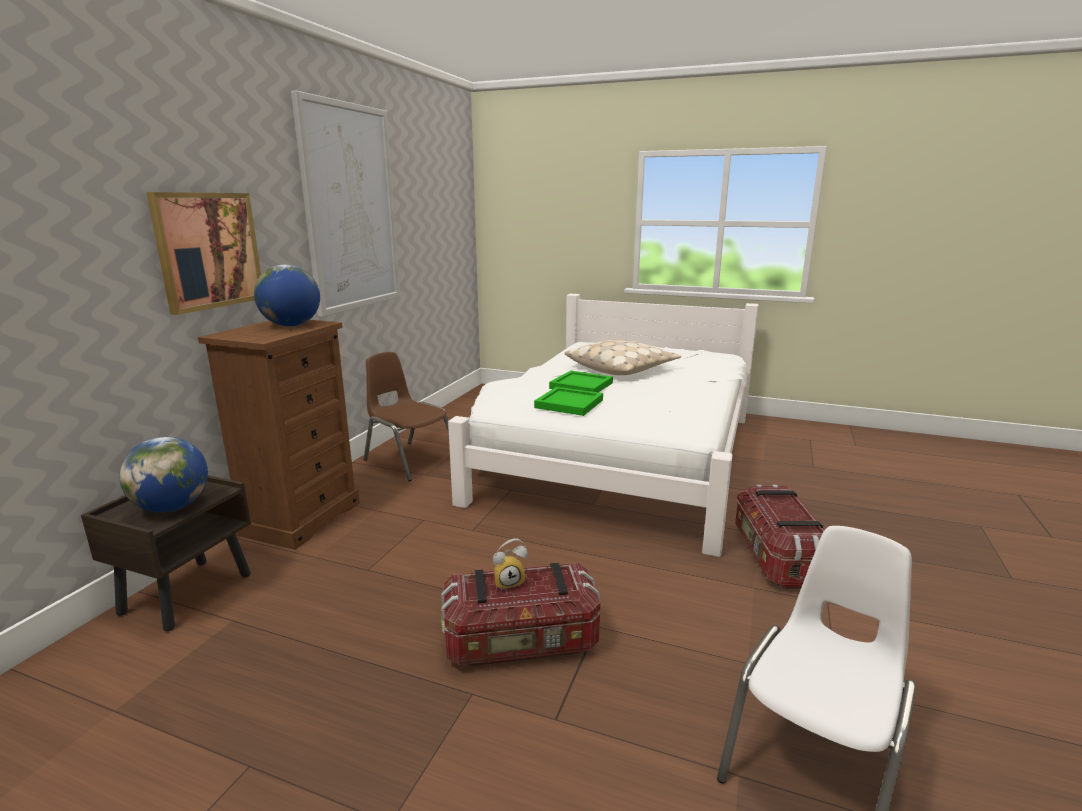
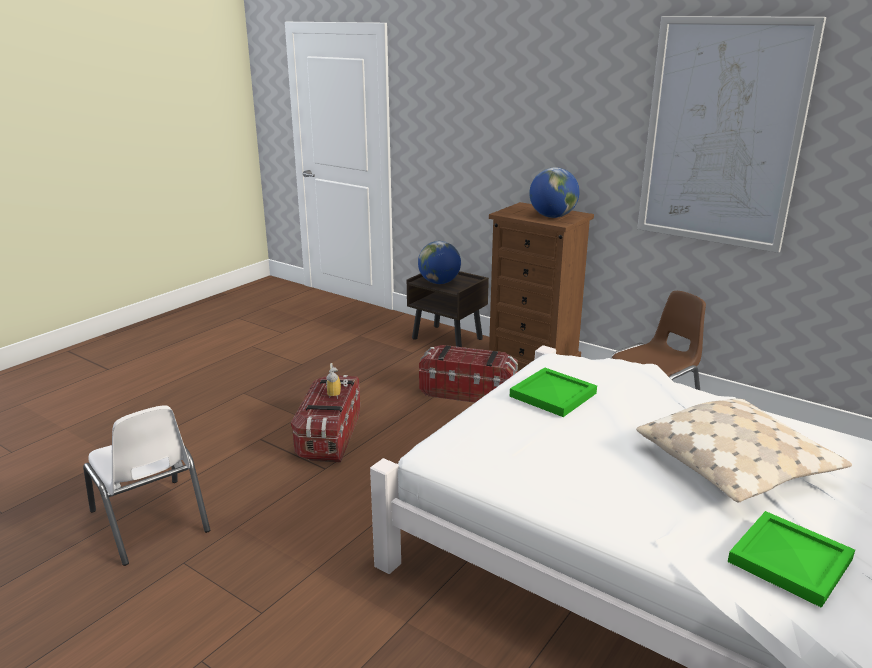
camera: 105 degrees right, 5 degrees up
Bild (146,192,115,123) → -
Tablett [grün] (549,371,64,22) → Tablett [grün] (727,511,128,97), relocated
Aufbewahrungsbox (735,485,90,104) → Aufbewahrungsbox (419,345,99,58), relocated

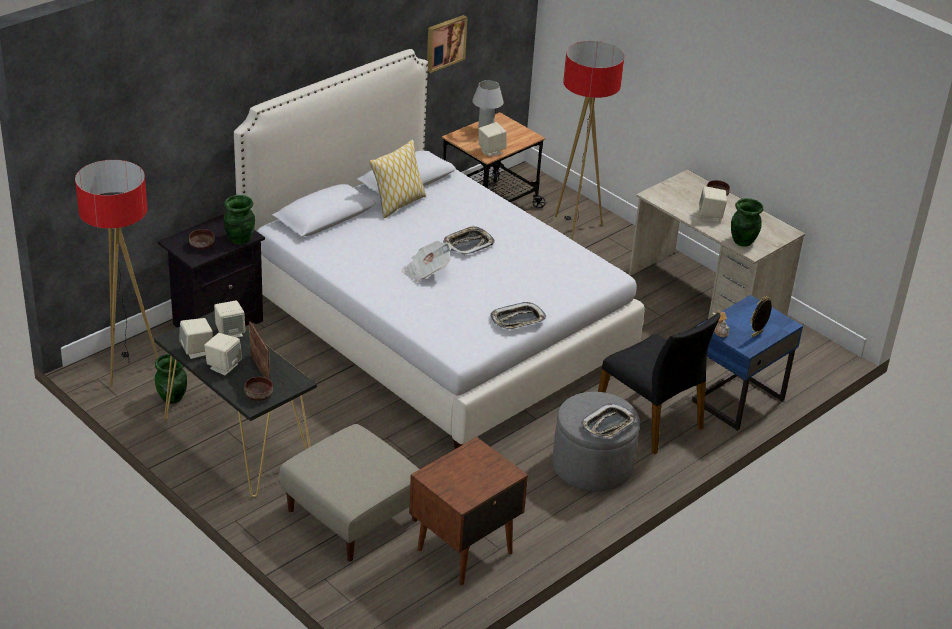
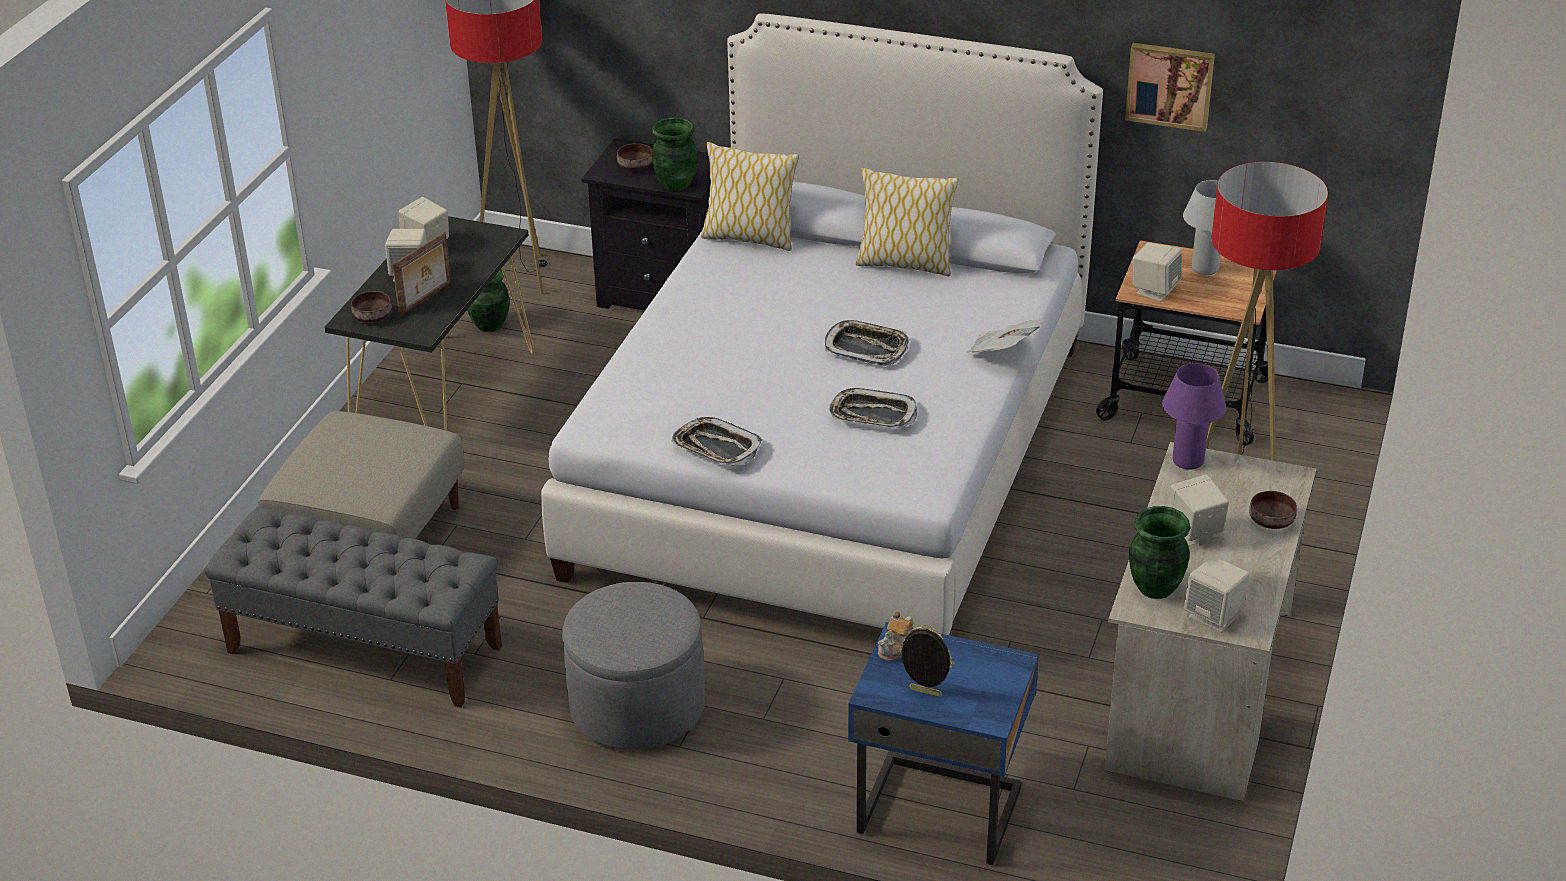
camera: 65 degrees right, 0 degrees up
Stuhl [schwarz] (598,313,122,141) → -
- → Kissen (701,142,98,109)
- → Tischlampe [lila] (1162,363,65,107)
Lautsprecher [beige] (214,300,32,38) → Lautsprecher [beige] (1184,557,66,76), relocated
Zeitung (402,241,50,41) → Zeitung (967,319,77,34), relocated
Tablett (581,403,55,35) → Tablett (829,388,88,40), relocated
Nachttisch [braun] (409,437,119,149) → Bank [grau] (204,507,298,201)

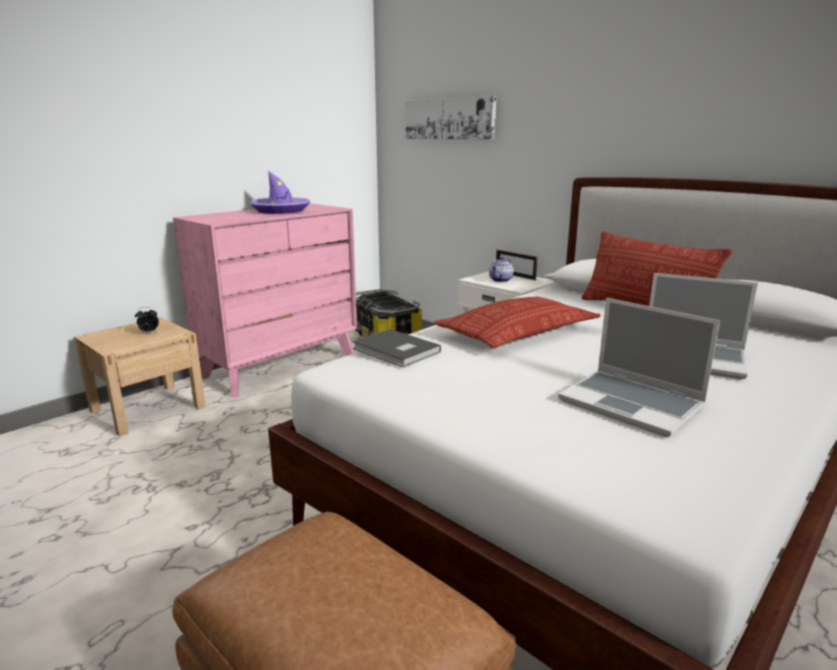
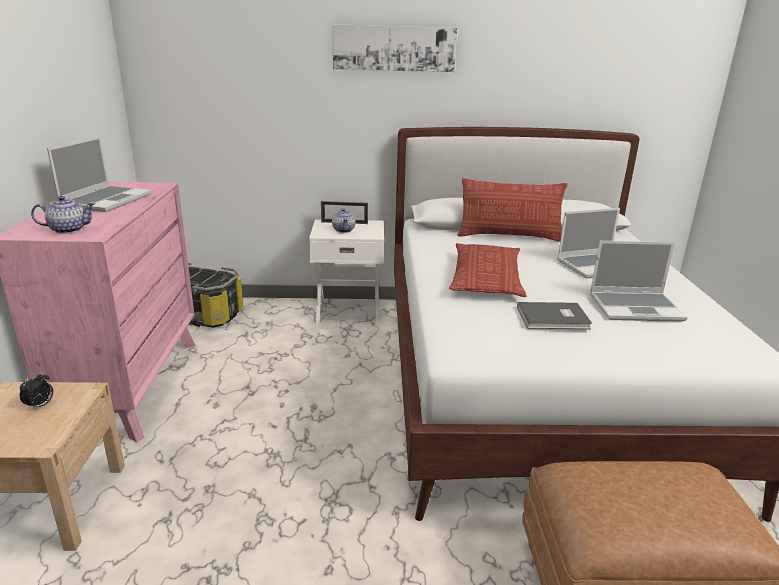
camera: 45 degrees left, 5 degrees up
- → Teekanne (31,196,65,38)
Buch [grau] (352,329,89,38) → Buch [grau] (517,302,75,27), relocated
Bild (406,96,90,44) → Bild (332,24,125,48), relocated
Hut [lila] (249,171,61,43) → Laptop (47,136,104,76)

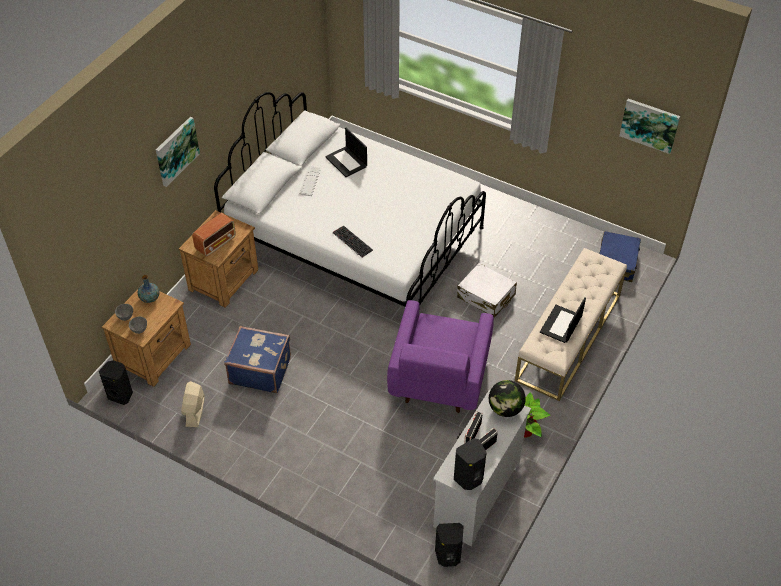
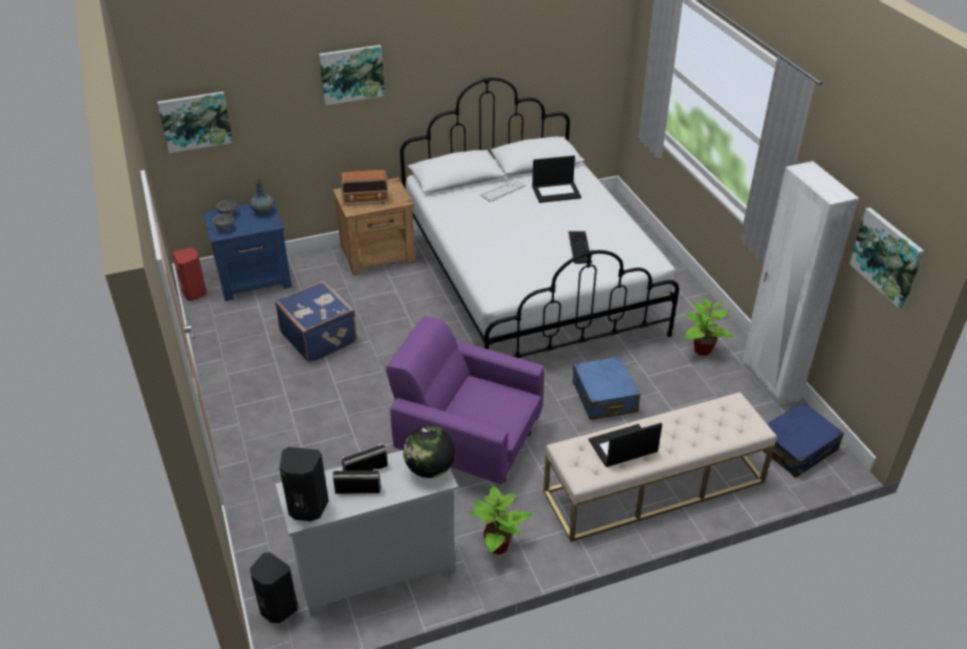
camera: 40 degrees right, 10 degrees down
Ventilator [beige] (181,381,24,46) → -
- → Bild (157,91,76,62)
- → Topfpflanze (684,298,50,58)
- → Kleiderschrank [weiß] (742,161,117,246)
Tastatur (333,225,40,33) → Tastatur (568,231,24,33), relocated
Lautsprecher [schwarz] (99,360,34,45) → Lautsprecher [rot] (172,248,35,53)
Nachttisch [braun] (102,284,89,103) → Nachttisch [blau] (203,199,89,102)
Koffer [weiß] (457,263,60,54) → Koffer [blau] (573,356,67,64)
Laptop (325,128,42,49) → Laptop (532,156,49,47), 105 degrees counterclockwise
Sessel [lila] (387,300,107,113) → Sessel [lila] (386,316,159,168), 60 degrees clockwise

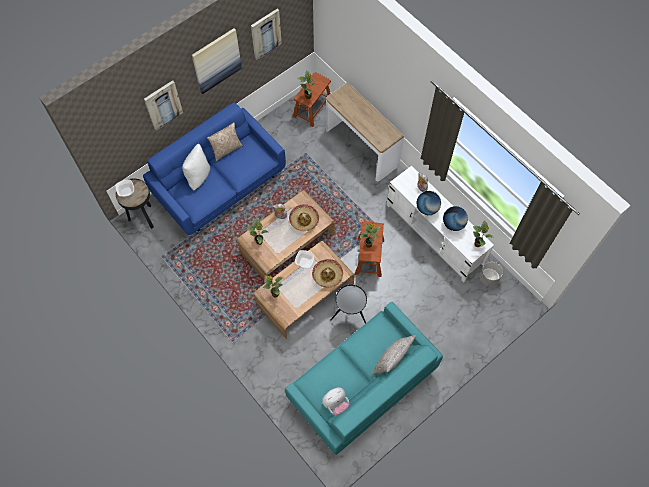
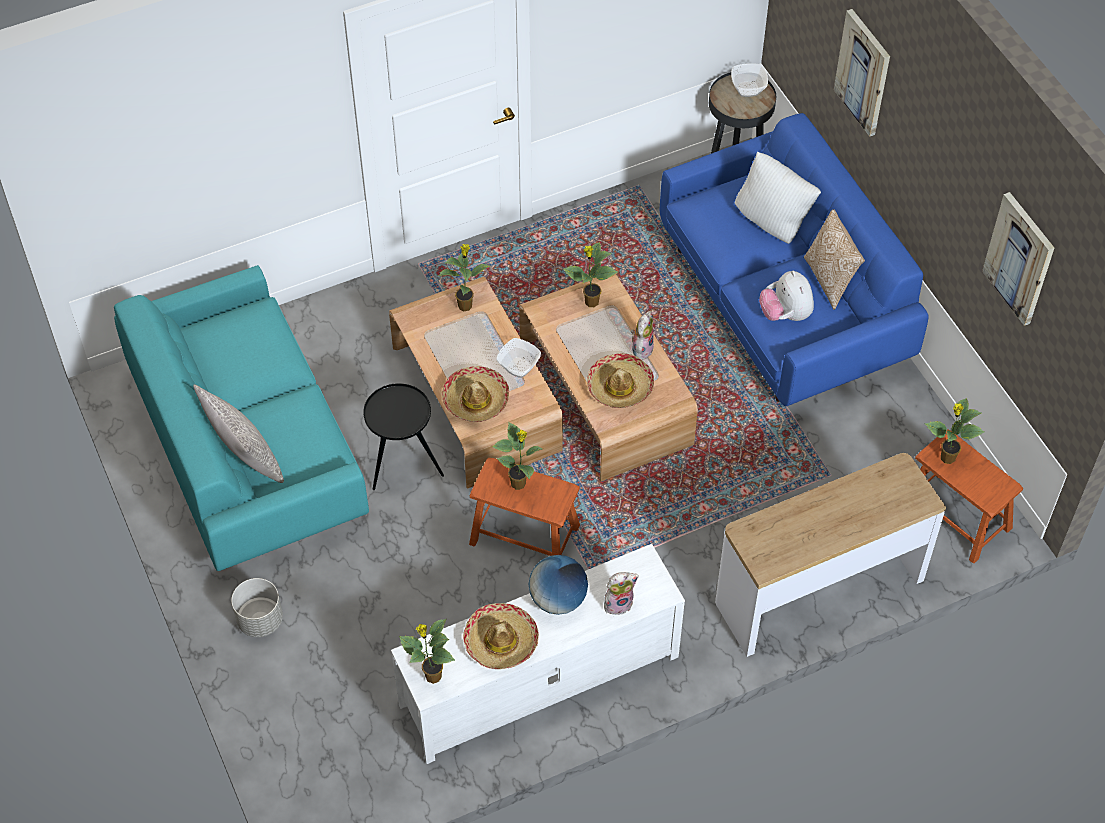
camera: 105 degrees right, 10 degrees down
Bild (192,28,50,66) → -
Plüschtier (322,387,27,29) → Plüschtier (759,271,55,50), relocated
Pflanzkübel [grau] (480,262,23,24) → Pflanzkübel [grau] (231,578,52,59), relocated
Globus (443,206,25,25) → Hut (463,603,76,66)

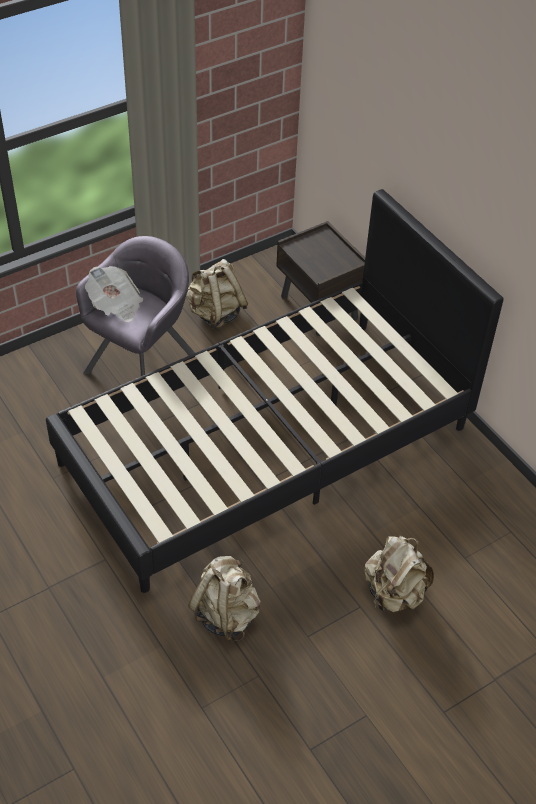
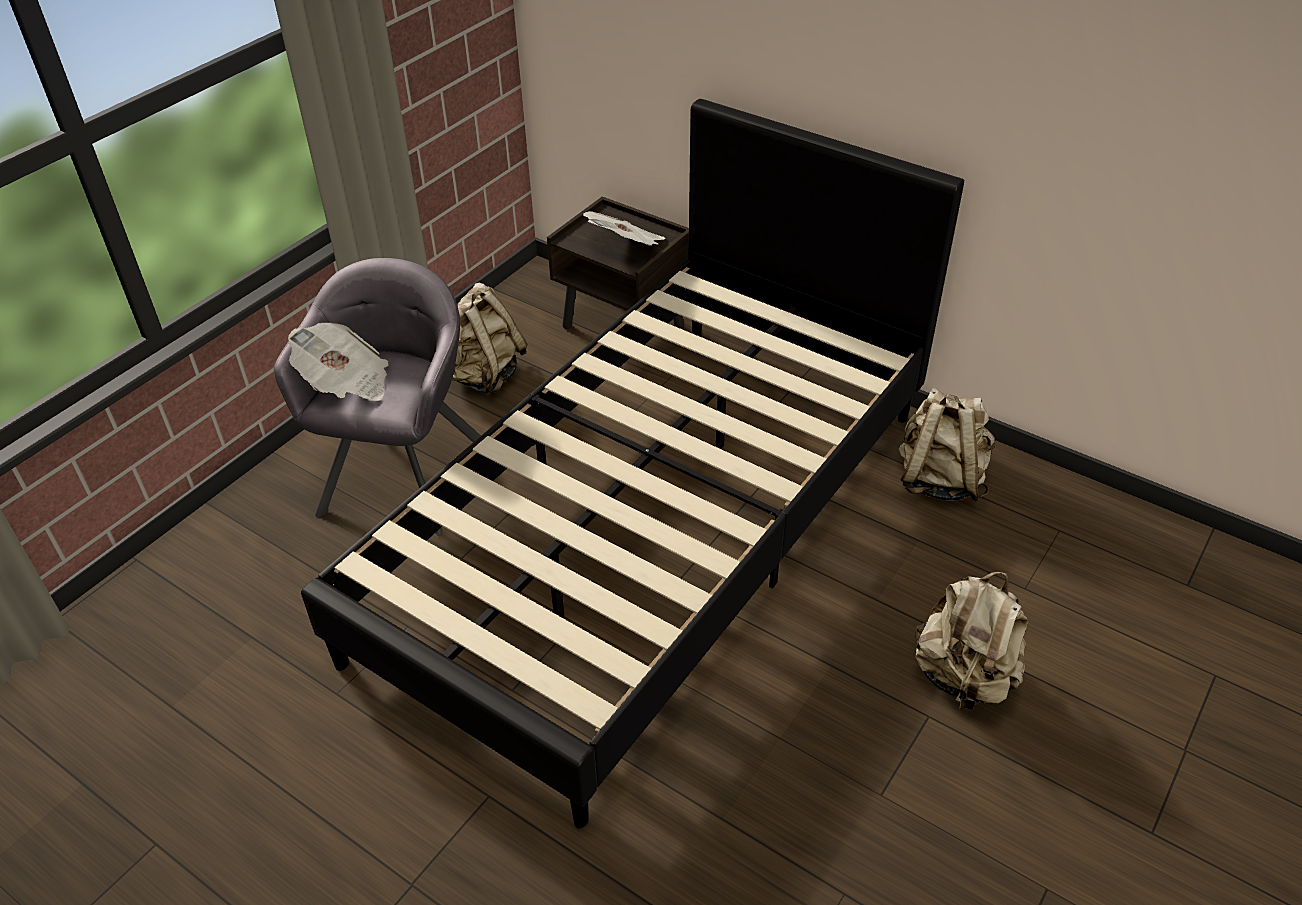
camera: 20 degrees left, 5 degrees down
- → Zeitung (583,211,83,35)
Rucksack [beige] (188,556,73,87) → Rucksack [beige] (899,388,96,114), relocated

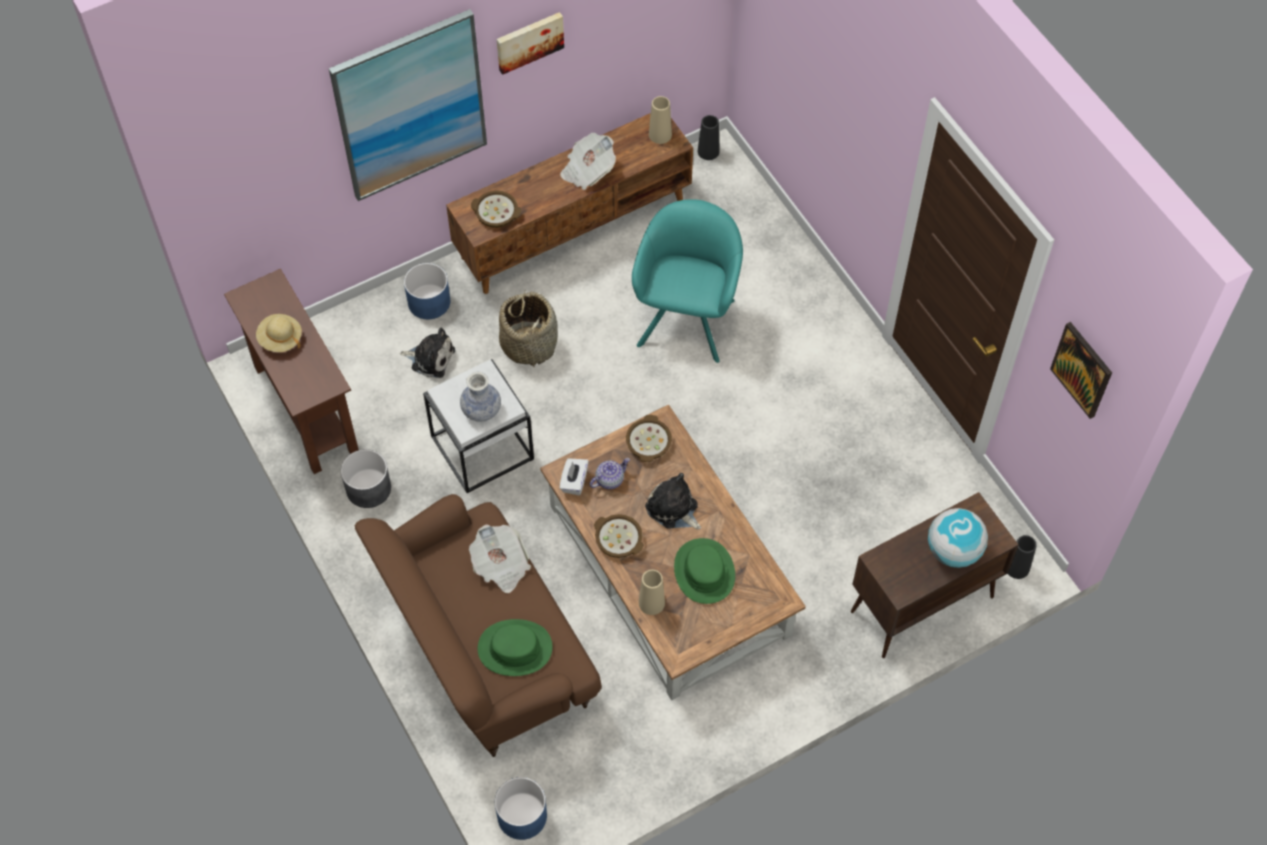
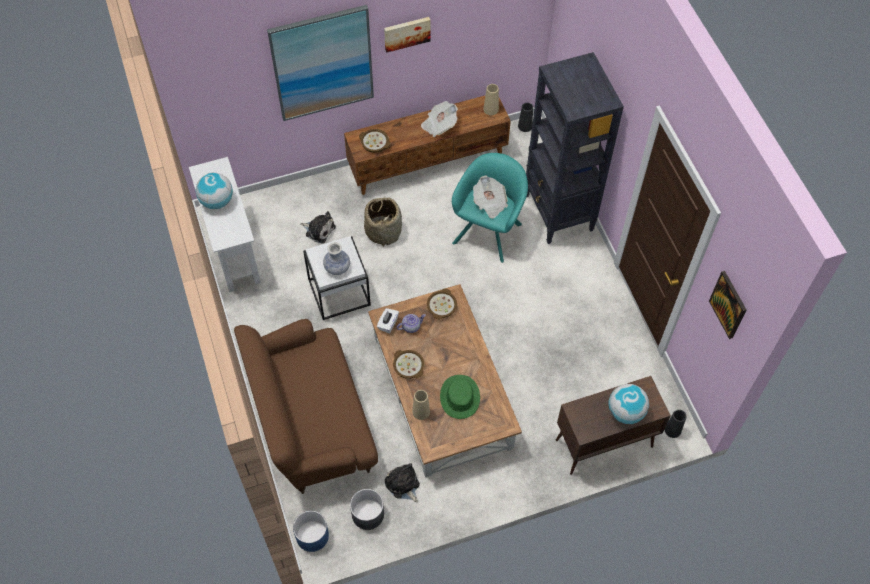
camera: 10 degrees right, 0 degrees up
Pflanzkübel [blau] (404,263,46,56) → -
Hut [grün] (478,619,75,57) → -
- → Bücherregal [schwarz] (526,52,98,192)
Pflanzkübel [grau] (341,449,50,59) → Pflanzkübel [grau] (350,489,34,41), relocated
Zeitung (469,524,62,69) → Zeitung (473,175,35,44), relocated
Plüschtier (645,473,56,56) → Plüschtier (385,463,35,39), relocated
Hut [beige] (256,314,46,38) → Globus (196,173,37,36)
Konsolentisch [braun] (224,269,135,205) → Konsolentisch [weiß] (189,157,72,135)

